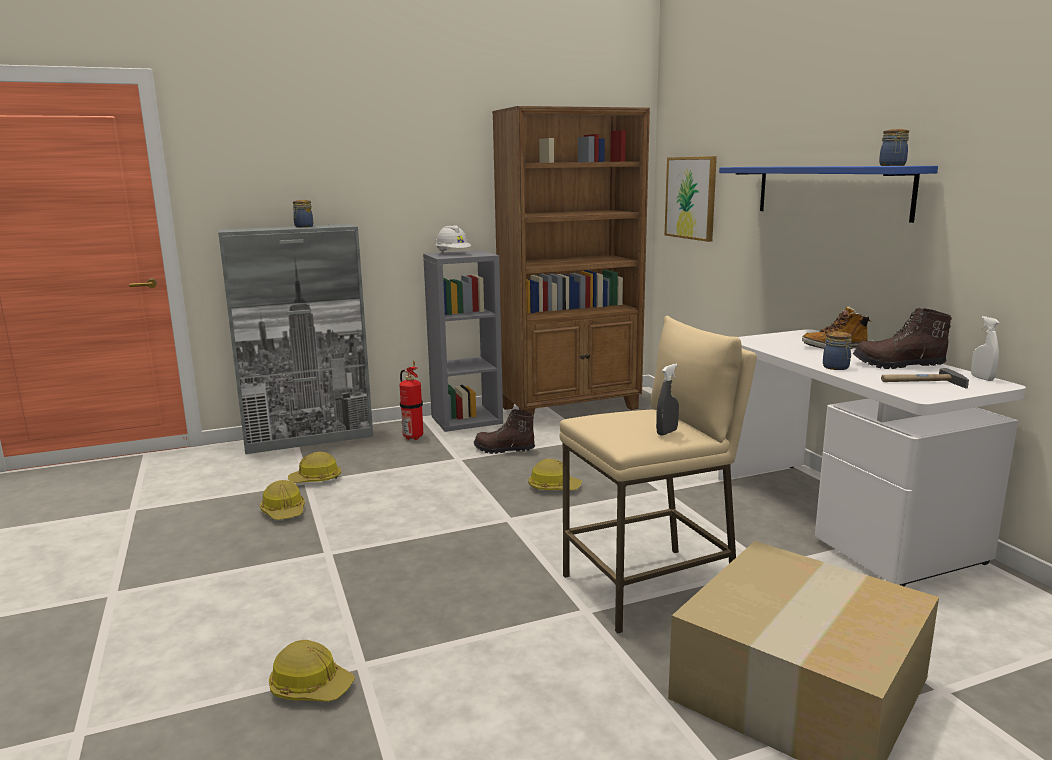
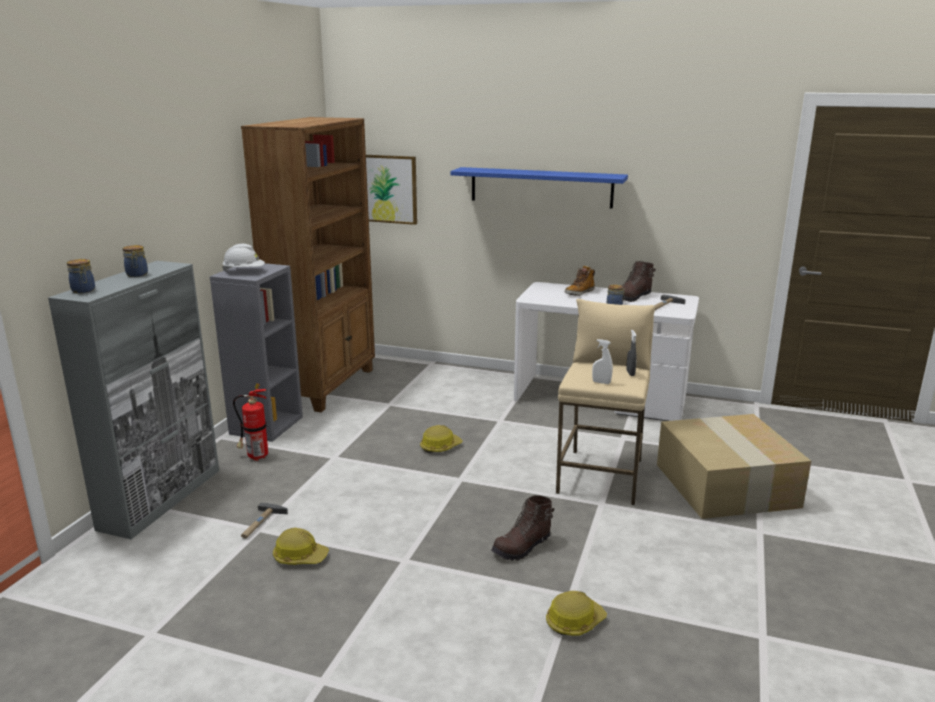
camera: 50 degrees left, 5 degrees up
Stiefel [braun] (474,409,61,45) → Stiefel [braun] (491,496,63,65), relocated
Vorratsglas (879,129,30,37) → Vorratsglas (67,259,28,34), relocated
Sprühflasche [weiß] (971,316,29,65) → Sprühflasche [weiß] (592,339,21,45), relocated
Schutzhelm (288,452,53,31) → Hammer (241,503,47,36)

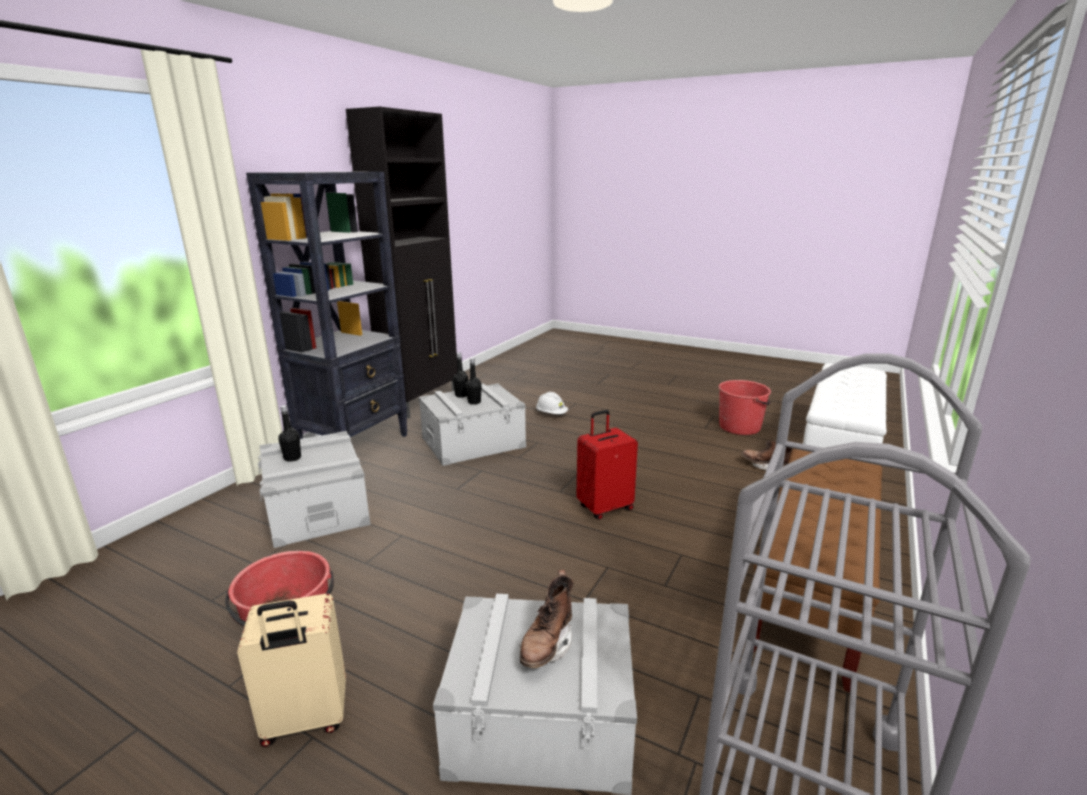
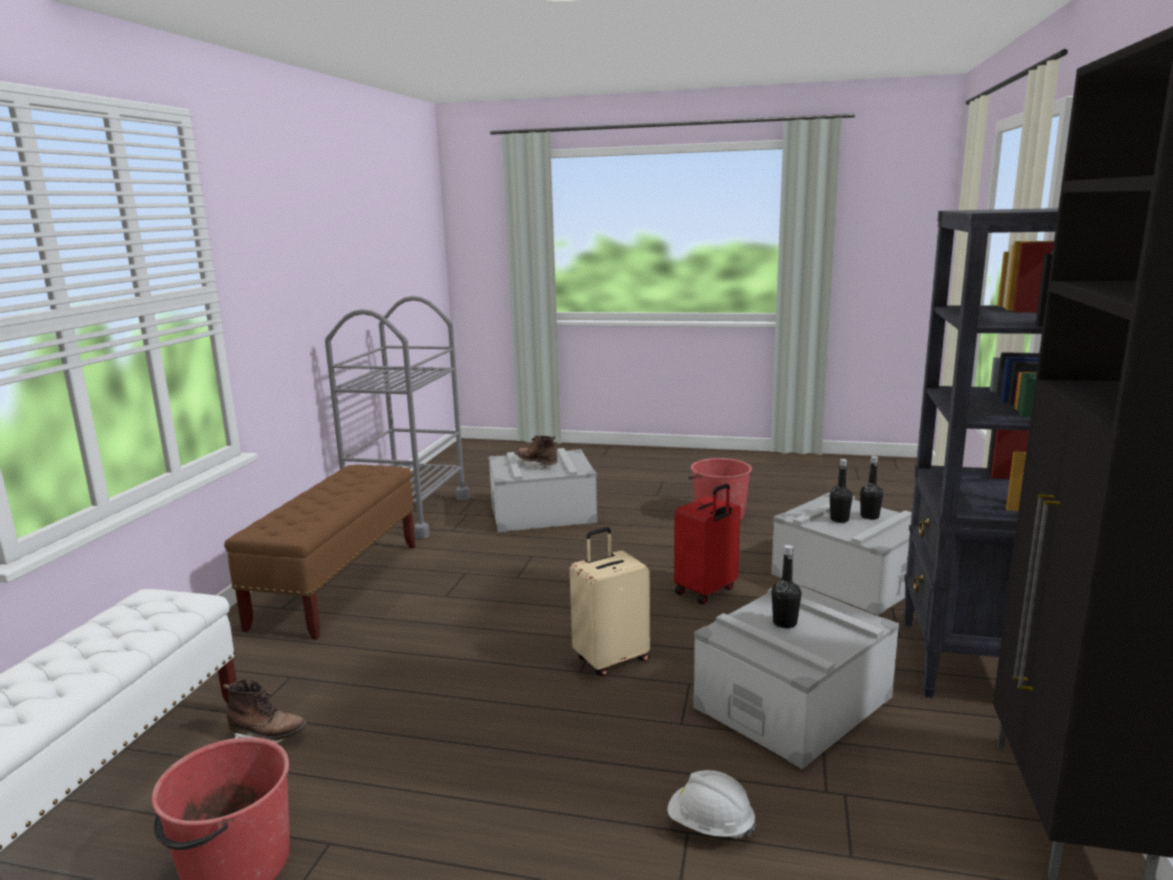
camera: 165 degrees right, 5 degrees down
Koffer [beige] (237,594,109,153) → Koffer [beige] (570,527,80,149), relocated
Flasche [schwarz] (453,353,15,45) → Flasche [schwarz] (830,459,23,64), relocated
Koffer [rot] (576,410,62,110) → Koffer [rot] (674,484,66,120), relocated
Stiefel [braun] (519,570,55,98) → Stiefel [braun] (516,435,42,35), 60 degrees counterclockwise

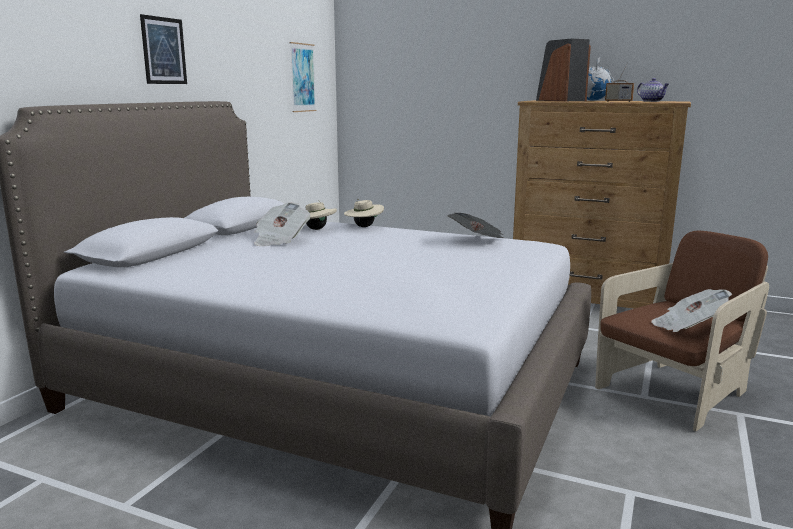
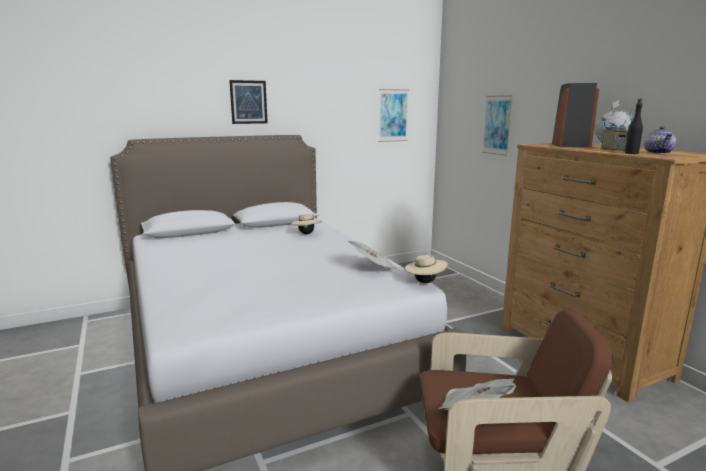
camera: 40 degrees right, 0 degrees up
Zeitung (254,202,57,44) → -
- → Bild (482,95,32,61)
- → Flasche [schwarz] (625,99,18,55)
Hut [beige] (344,199,40,28) → Hut [beige] (405,252,42,31), relocated

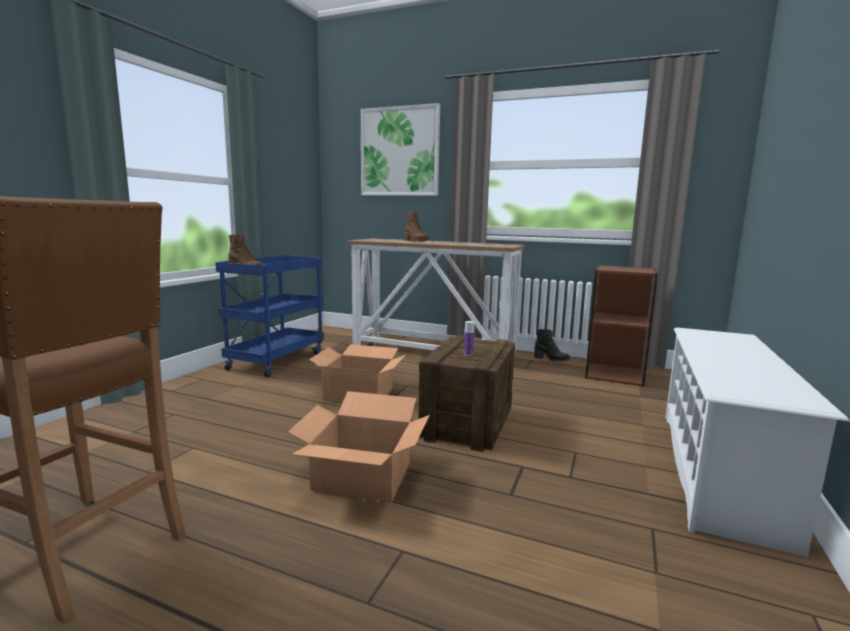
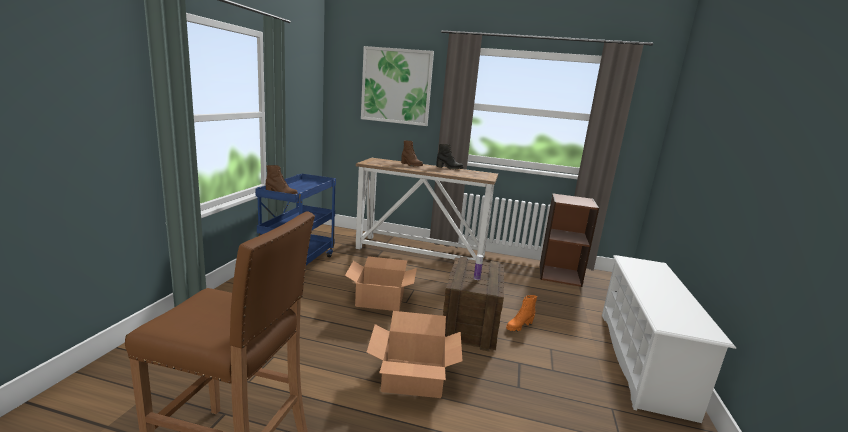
camera: 10 degrees left, 5 degrees up
- → Stiefel [orange] (506,295,31,36)
Stiefel [schwarz] (534,329,36,33) → Stiefel [schwarz] (436,144,27,26), relocated

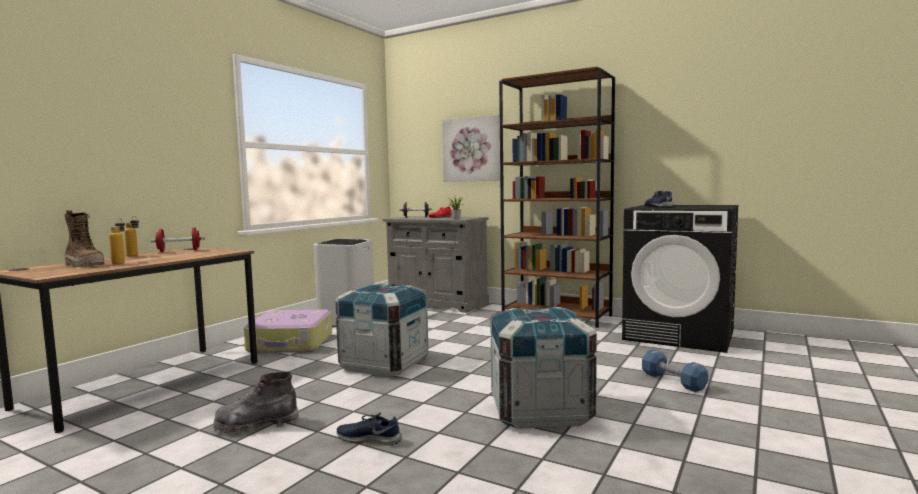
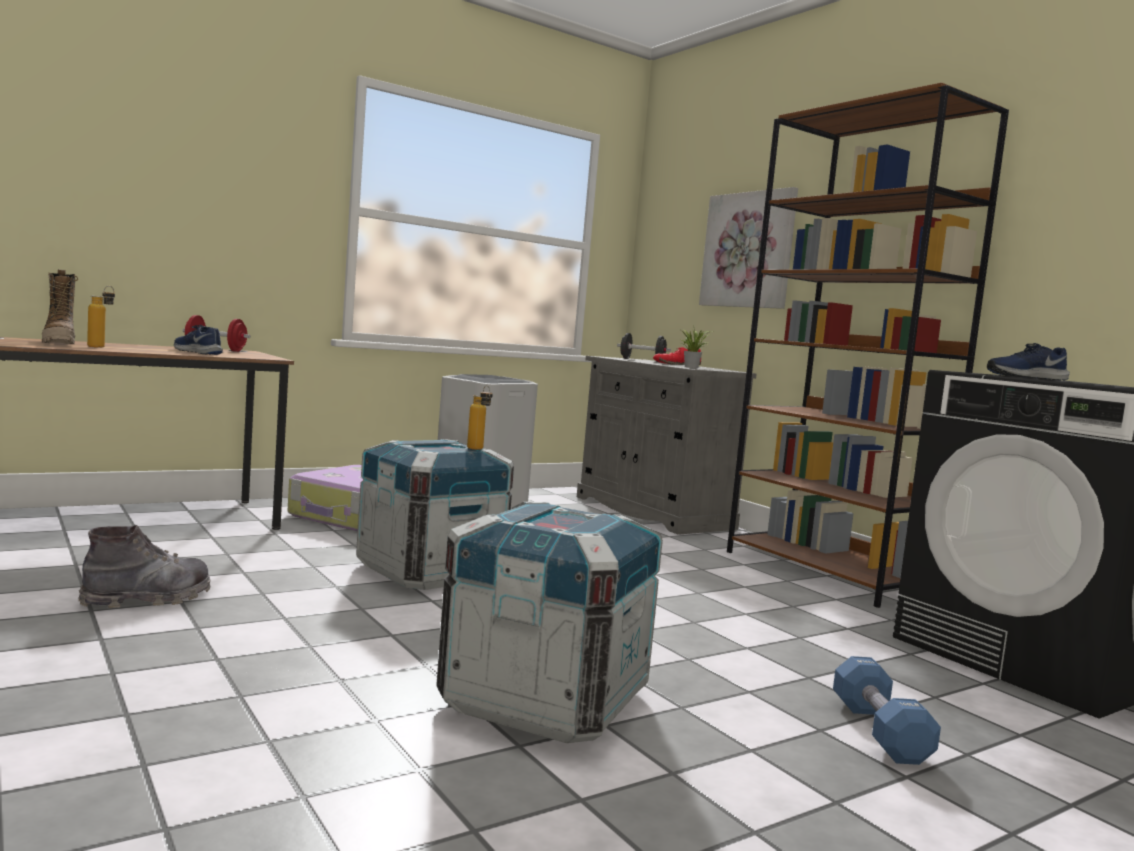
camera: 25 degrees right, 0 degrees up
Flasche (124,216,15,40) → Flasche (467,385,26,65), relocated
Schuh [blau] (337,413,65,33) → Schuh [blau] (174,325,49,30), relocated
Stiefel [grau] (213,371,86,64) → Stiefel [grau] (78,525,133,83), 135 degrees clockwise

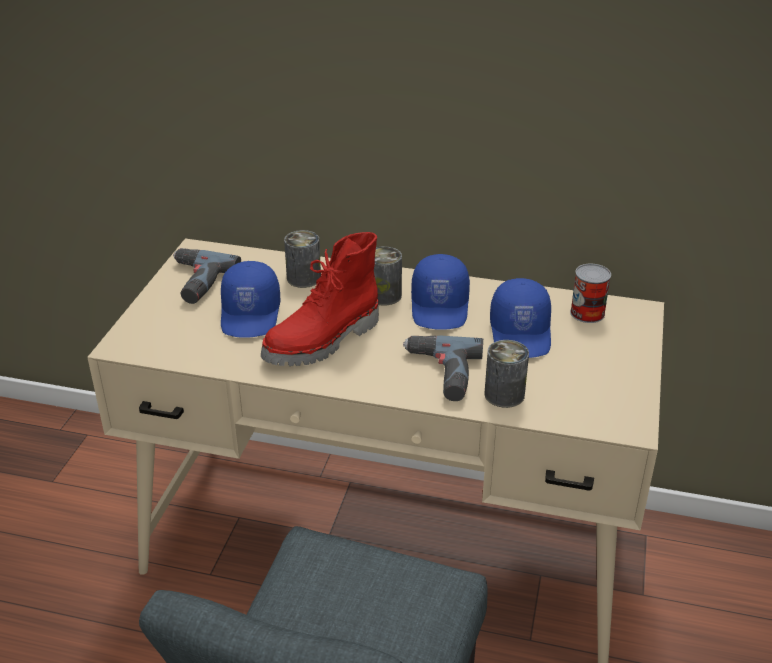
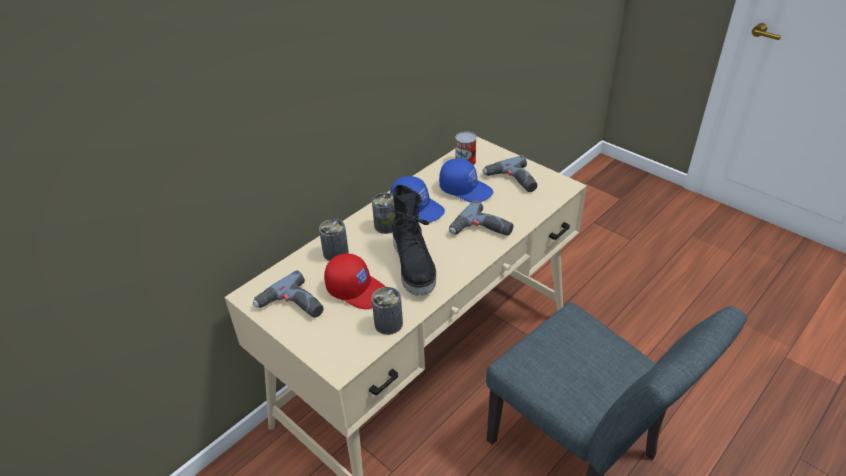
camera: 60 degrees left, 5 degrees up
- → Bohrmaschine (482,155,55,37)
Dose (484,340,45,68) → Dose (372,287,31,48), relocated
Kappe [blau] (221,261,59,76) → Kappe [rot] (324,254,62,55)
Stiefel [rot] (261,232,118,134) → Stiefel [schwarz] (392,184,44,112)

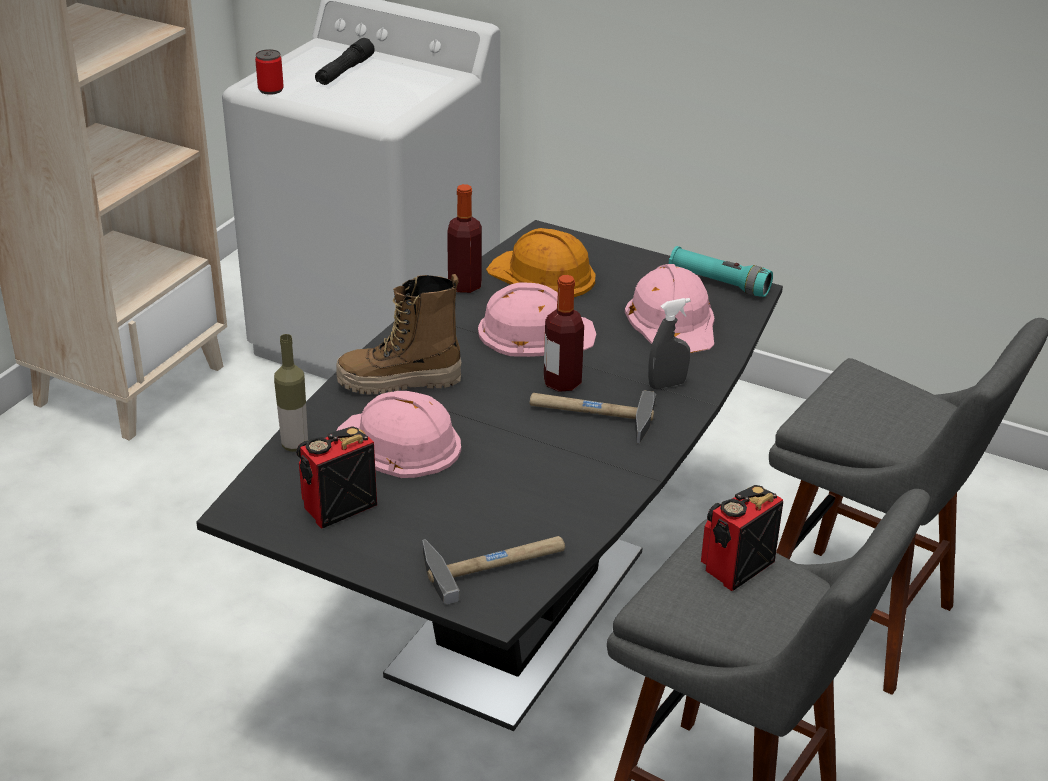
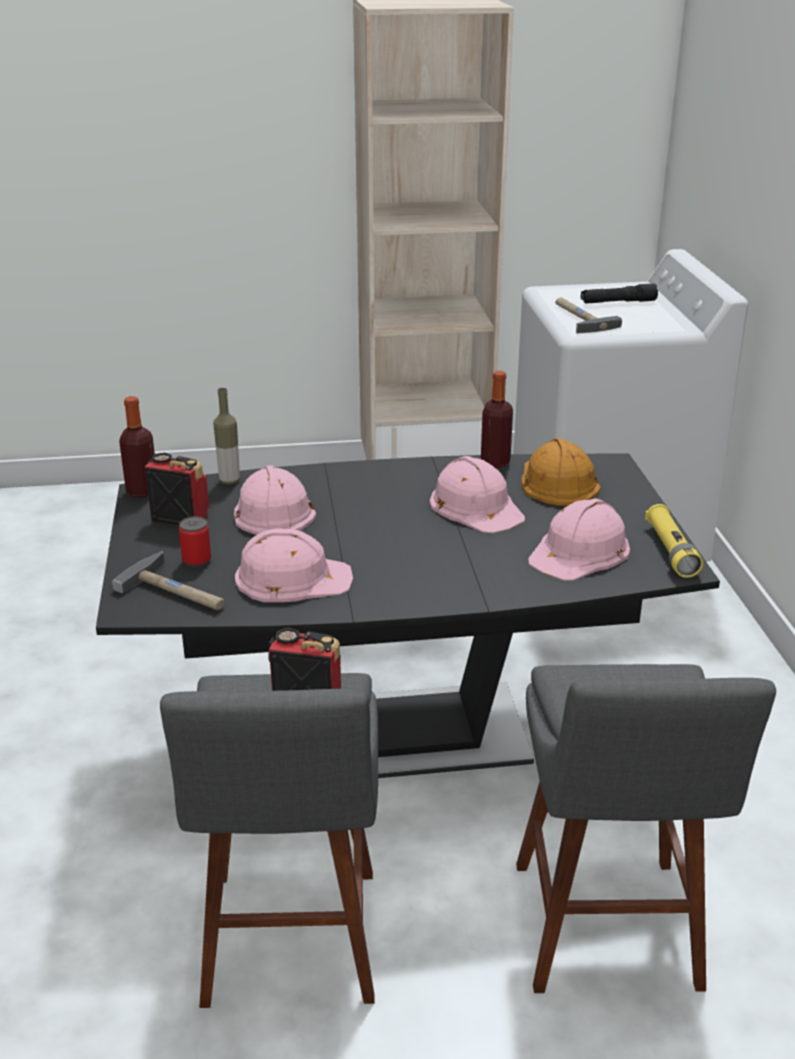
camera: 55 degrees right, 5 degrees down
Stiefel (336,274,126,120) → -
Sprühflasche [grau] (648,298,42,91) → -
- → Schutzhelm [rosa] (235,528,118,74)
Dose (255,49,29,46) → Dose (179,516,32,51), relocated
Hammer (530,390,126,54) → Hammer (555,298,67,36), relocated
Flasche (544,275,40,117) → Flasche (119,396,36,101), relocated
Taschenlampe [türkis] (669,246,104,51) → Taschenlampe [gelb] (645,504,58,74)

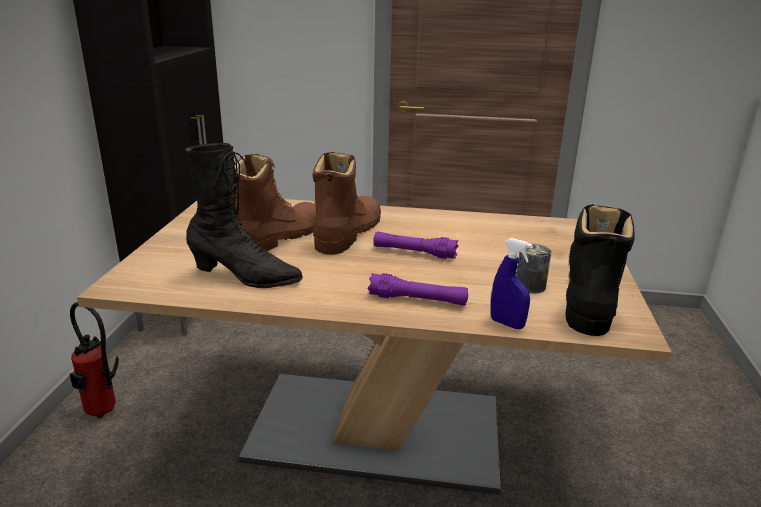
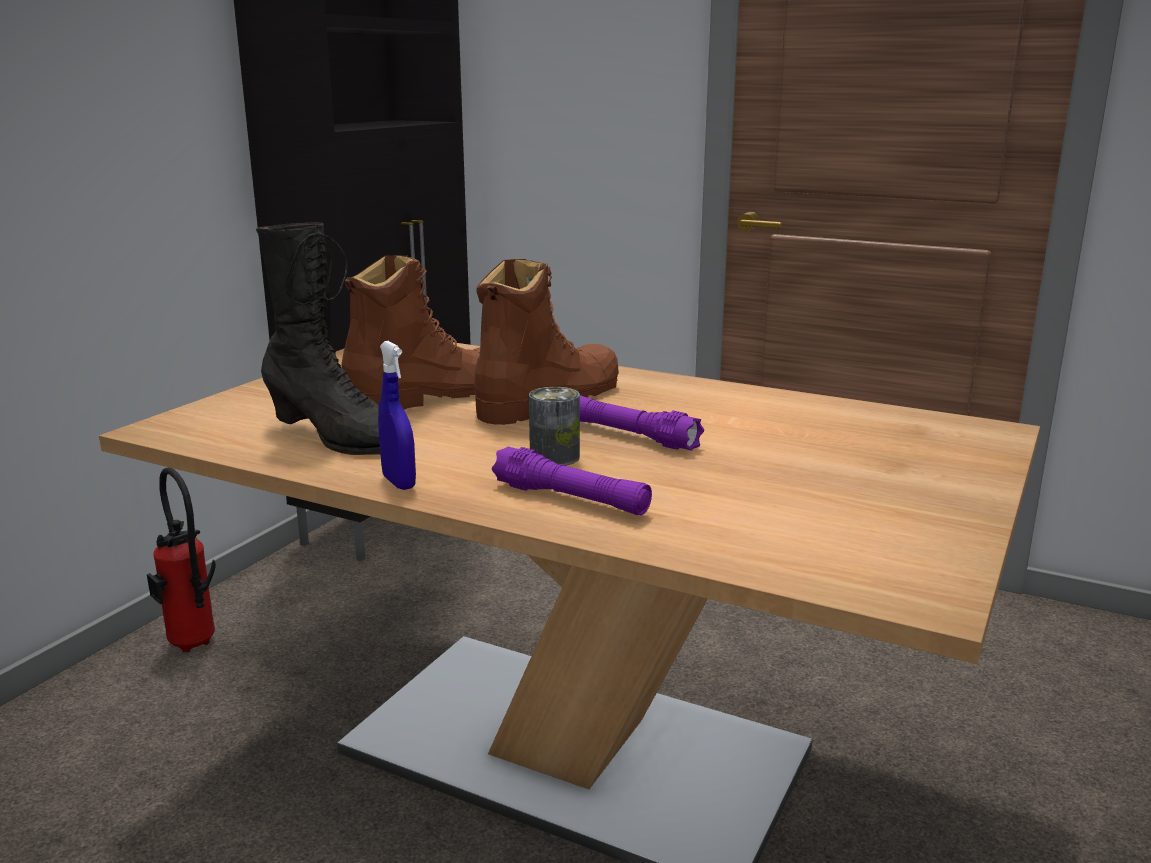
camera: 20 degrees right, 5 degrees down
Stiefel [schwarz] (565,204,70,132) → -
Sprühflasche [blau] (491,238,42,91) → Sprühflasche [blau] (378,341,38,149), relocated
Dose (516,244,35,49) → Dose (529,387,51,79), relocated

